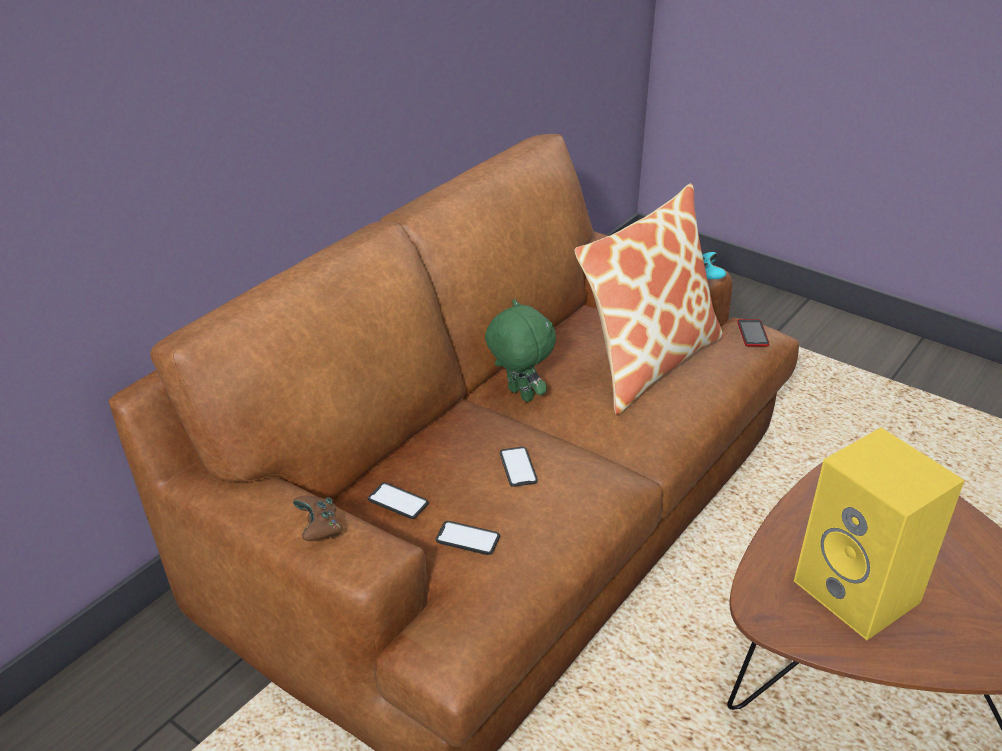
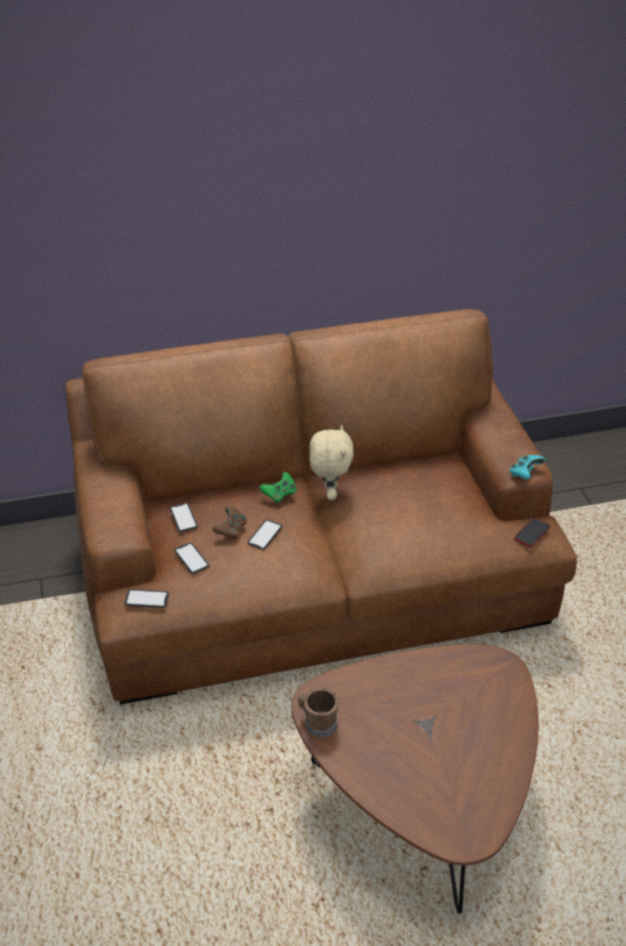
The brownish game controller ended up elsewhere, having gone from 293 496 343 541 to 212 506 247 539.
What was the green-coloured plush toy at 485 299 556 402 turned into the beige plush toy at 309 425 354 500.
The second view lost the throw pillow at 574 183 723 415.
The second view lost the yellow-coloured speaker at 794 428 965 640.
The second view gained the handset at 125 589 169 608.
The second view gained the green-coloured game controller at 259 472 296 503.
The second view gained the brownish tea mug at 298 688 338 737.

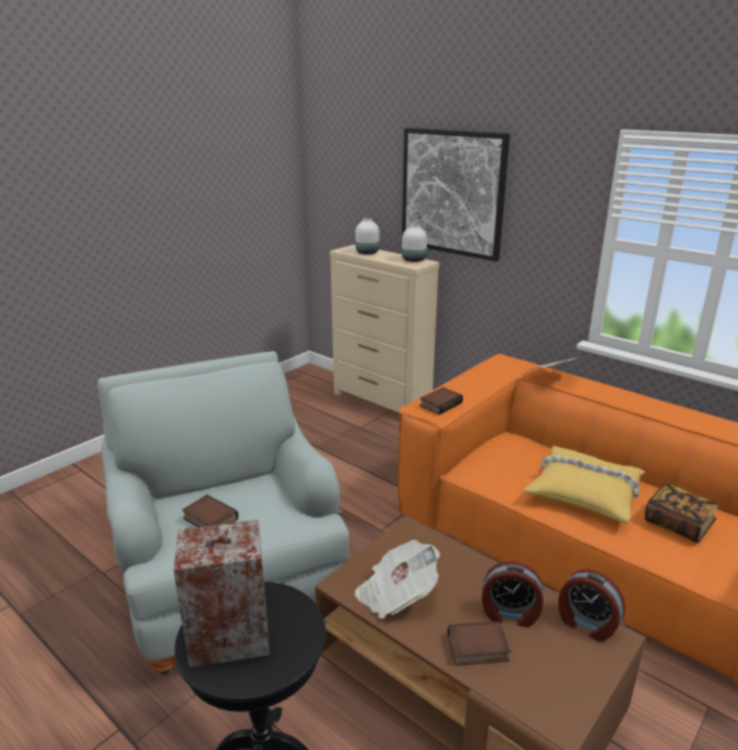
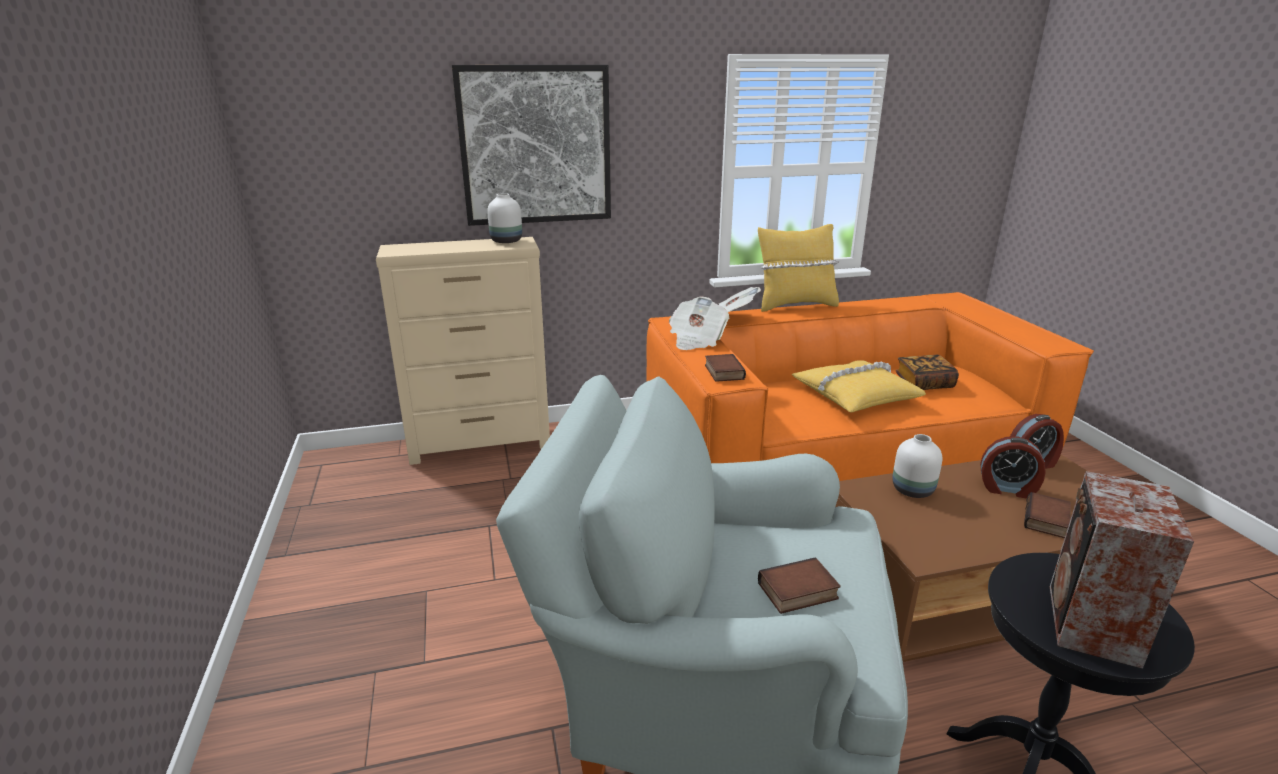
The white-coloured vase ended up elsewhere, having gone from 355 218 379 255 to 892 434 942 498.
The printed paper ended up elsewhere, having gone from 355 540 440 619 to 669 297 729 350.
The table clock at 482 561 543 627 ended up facing another way, 60 degrees clockwise from before.
The second view gained the yellow-coloured throw pillow at 758 224 839 312.

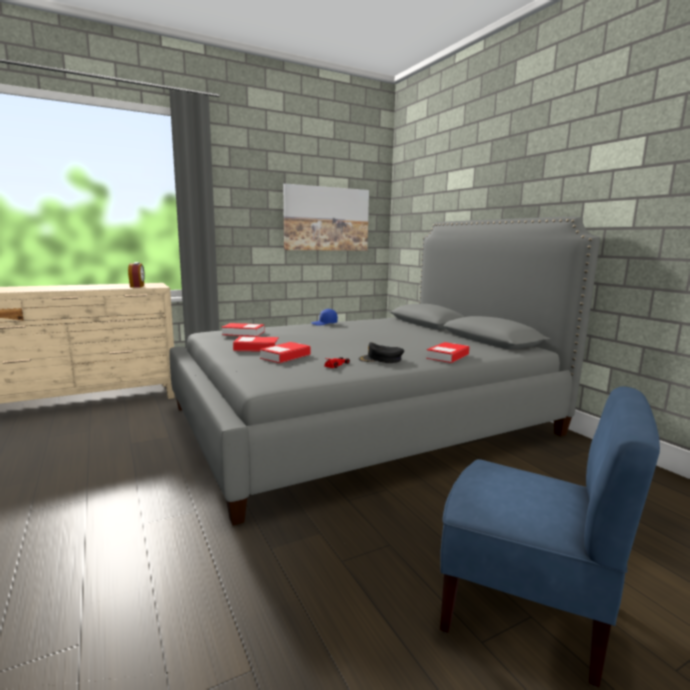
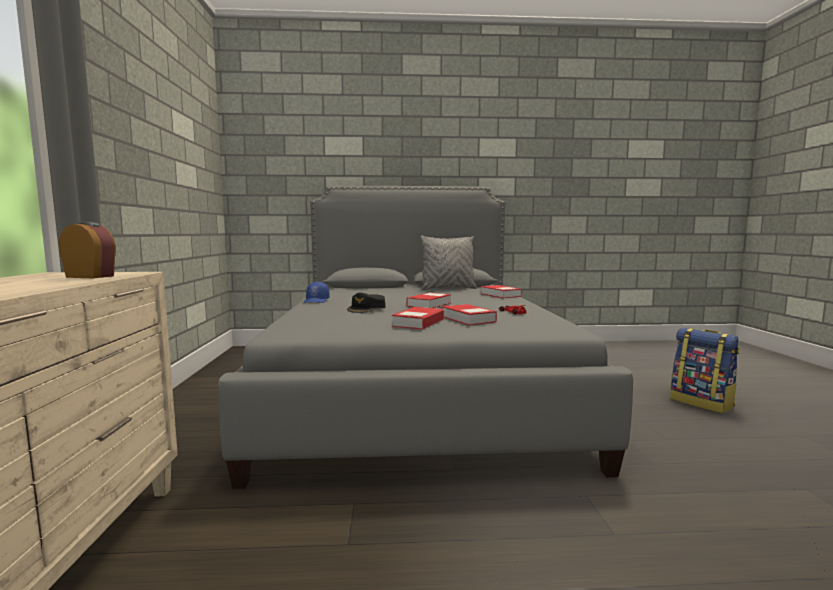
The book ended up elsewhere, having gone from 222 323 264 337 to 406 293 451 308.
The second view lost the wall art at 283 184 369 251.
The black peaked cap ended up elsewhere, having gone from 359 342 404 363 to 347 293 386 313.
Where the bluish plain chair stood at 440 386 660 687, the knapsack came to stand at 670 328 740 413.
The second view gained the gray throw pillow at 420 236 477 290.

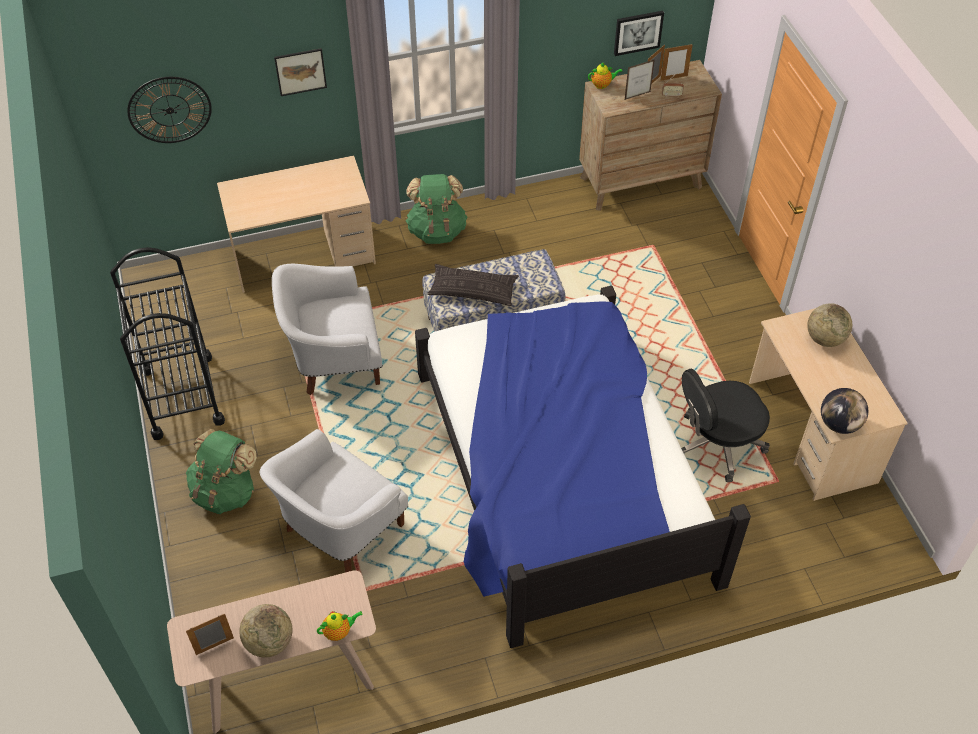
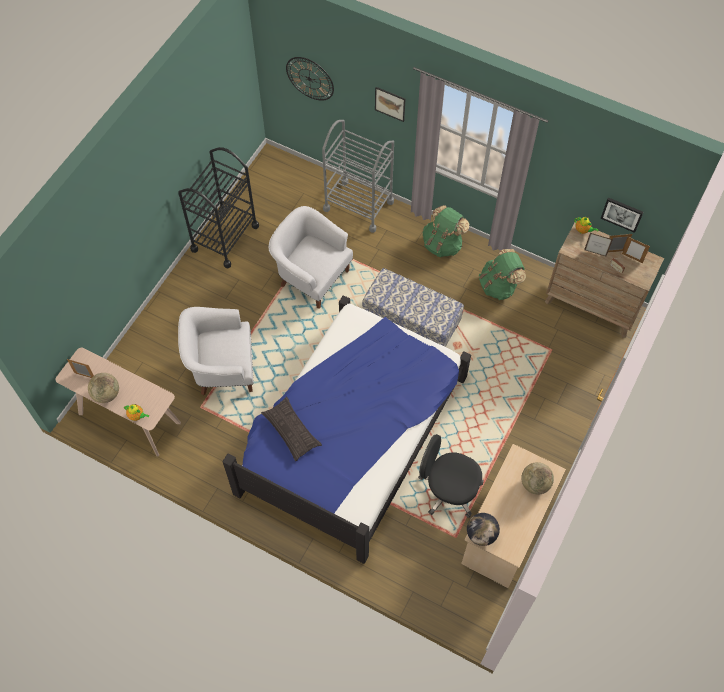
The green-coloured knapsack ended up elsewhere, having gone from 186 429 257 514 to 479 249 526 300.
Where the beige desk table stood at 217 155 376 293, the gray cart came to stand at 322 120 394 233.
The throw pillow ended up elsewhere, having gone from 427 264 519 306 to 261 396 322 461.

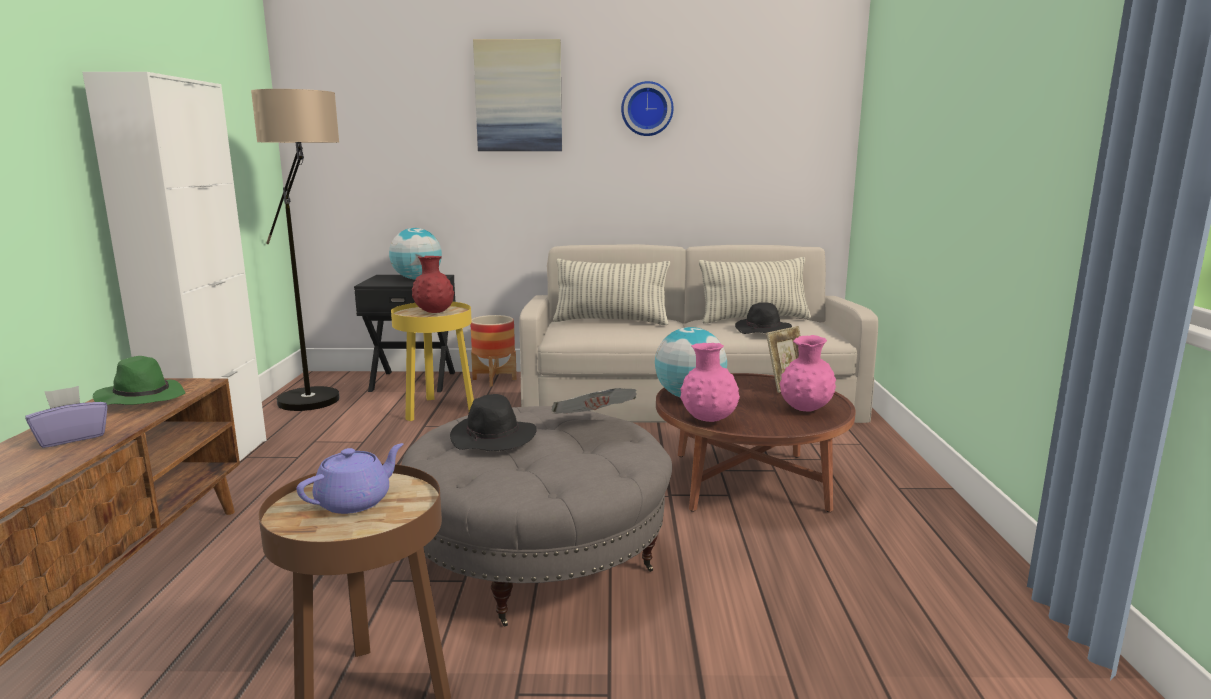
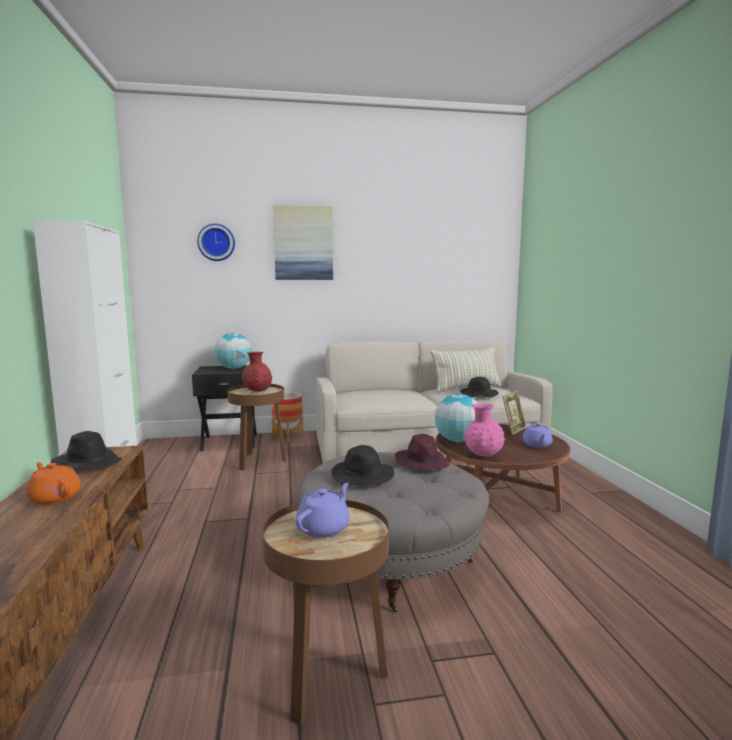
Where the purple-coloured tissue holder stood at 25 386 108 448, the orange pot for tea came to stand at 26 462 81 505.
What was the green-coloured clothing hat at 93 356 186 405 turned into the black clothing hat at 51 431 122 469.
The second view lost the standing lamp at 251 89 339 411.
What was the yellow-coloured end table at 391 302 474 421 turned into the brownish end table at 228 384 286 470.
Where the printed paper stood at 551 388 637 414, the purple-coloured clothing hat came to stand at 395 434 449 469.
The second view lost the throw pillow at 553 259 670 325.
The hanging clock ended up elsewhere, having gone from 621 81 674 136 to 197 224 235 261.
Where the pink-coloured vase stood at 780 335 836 412, the purple-coloured pot for tea came to stand at 522 423 552 448.

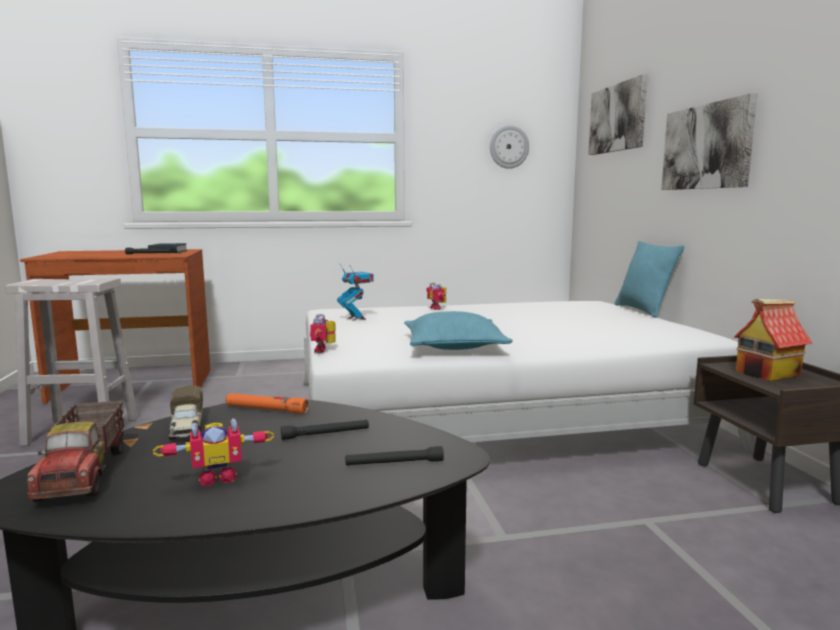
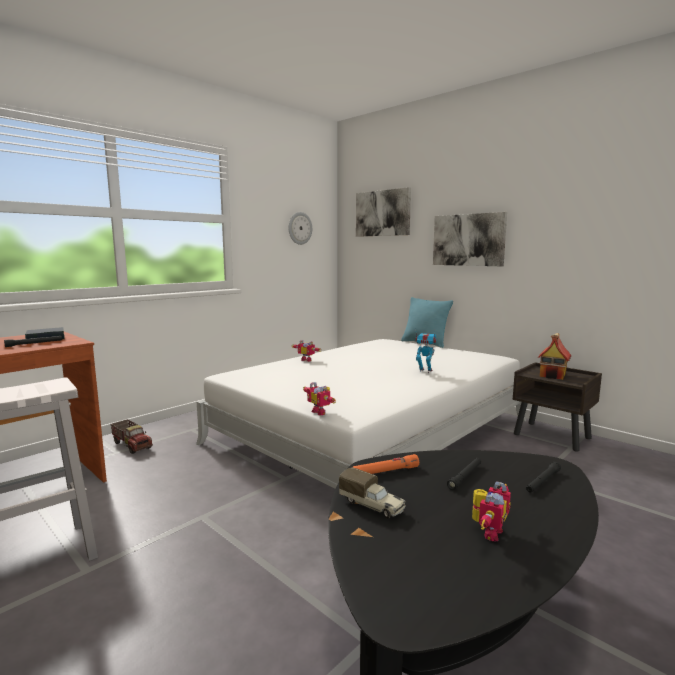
The model truck ended up elsewhere, having gone from 27 400 124 502 to 110 419 153 454.
The robot figure ended up elsewhere, having gone from 337 264 374 321 to 415 333 437 373.
The second view lost the turquoise-coloured throw pillow at 404 311 513 350.

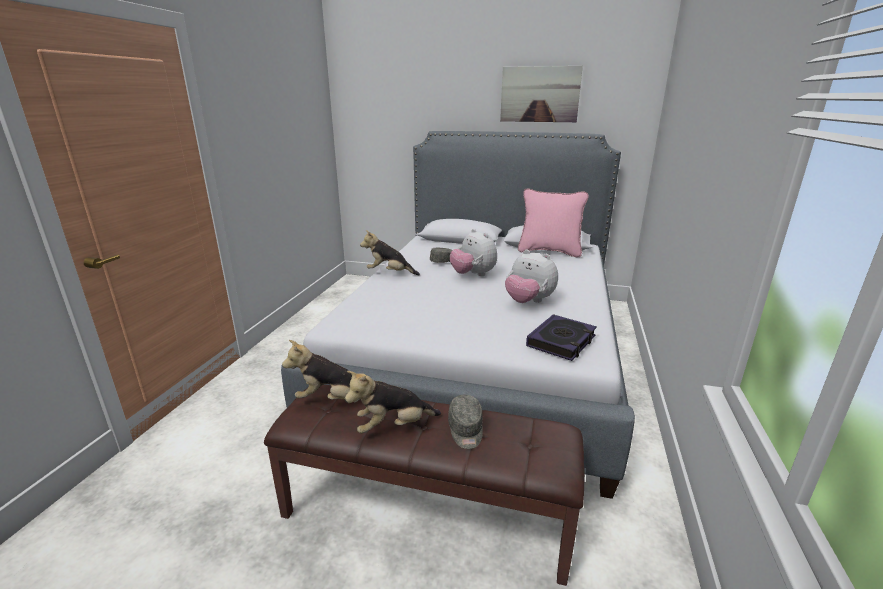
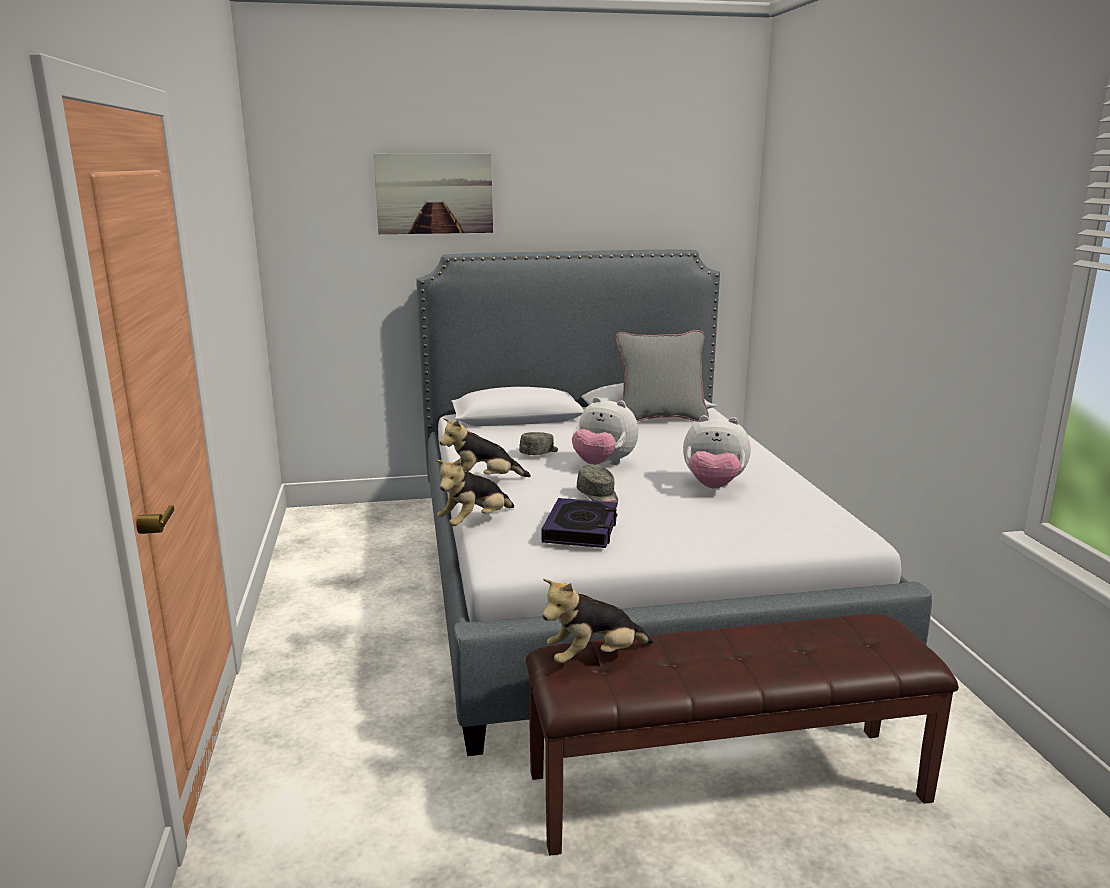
The plush toy ended up elsewhere, having gone from 345 371 441 433 to 436 458 514 526.
The gray peaked cap ended up elsewhere, having gone from 448 395 483 449 to 577 465 618 502.
The wall art ended up elsewhere, having gone from 500 66 583 122 to 374 154 493 234.
What was the pink-coloured throw pillow at 518 188 589 257 turned into the gray throw pillow at 615 330 709 422.
The book ended up elsewhere, having gone from 526 314 597 361 to 541 498 618 548.

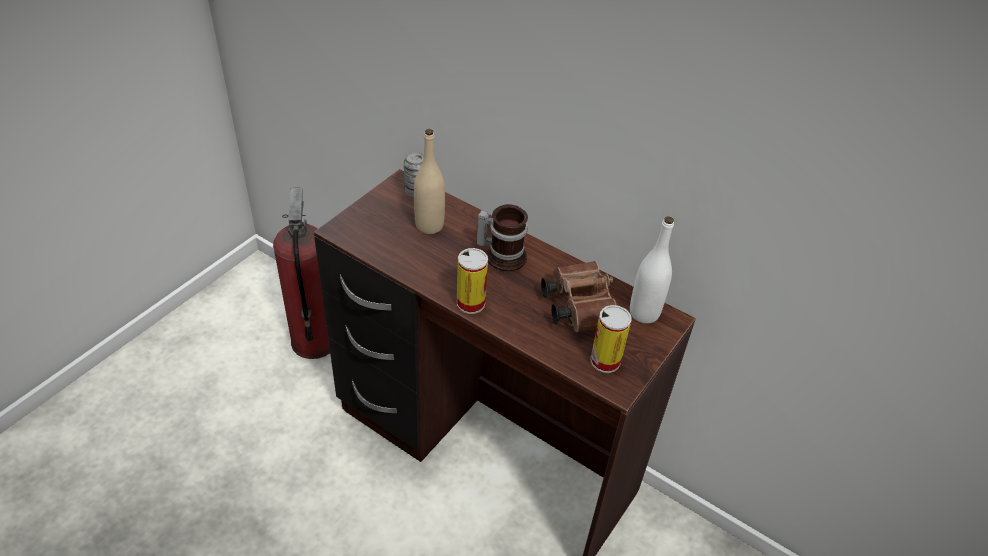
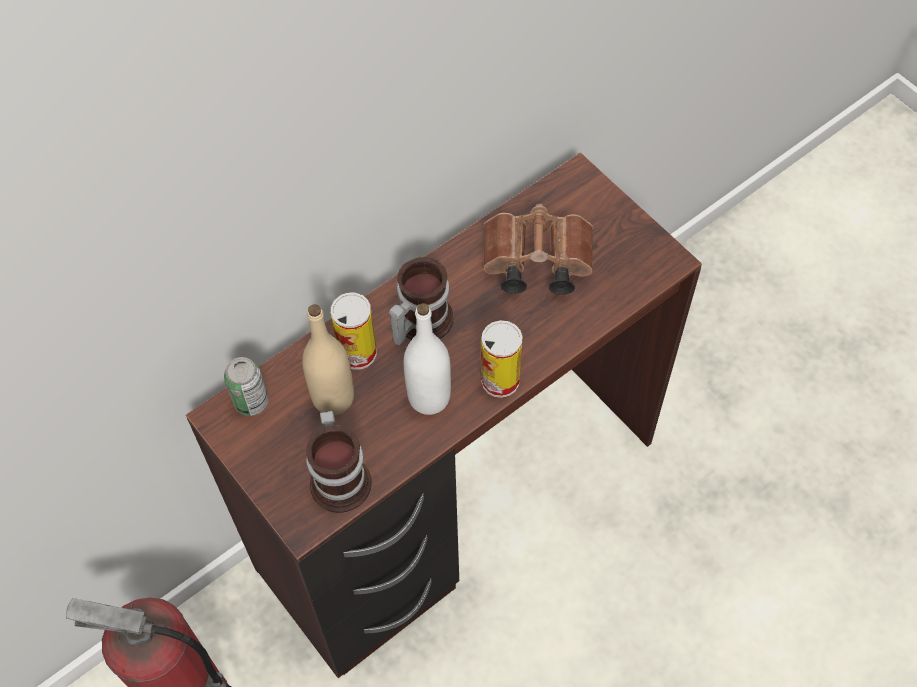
The can ended up elsewhere, having gone from 591 305 631 373 to 331 293 377 370.
The white-coloured bottle ended up elsewhere, having gone from 630 216 674 323 to 404 303 451 415.
The second view gained the tea mug at 306 411 372 513.

